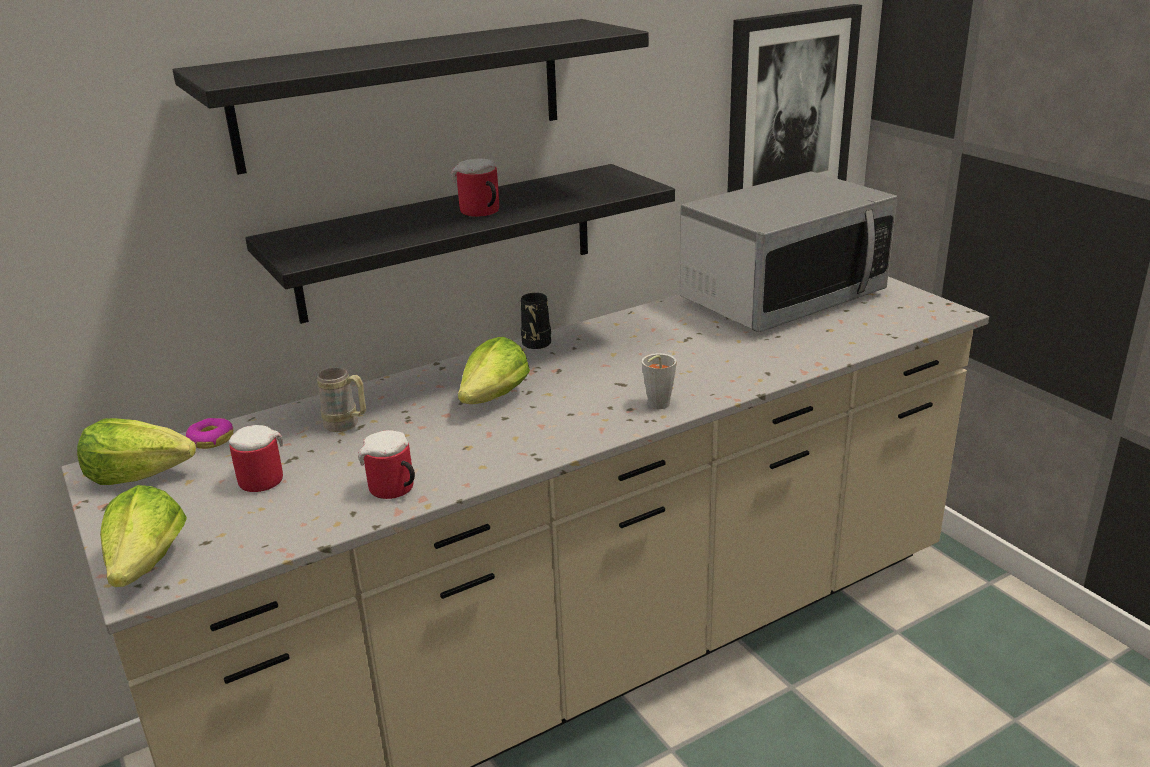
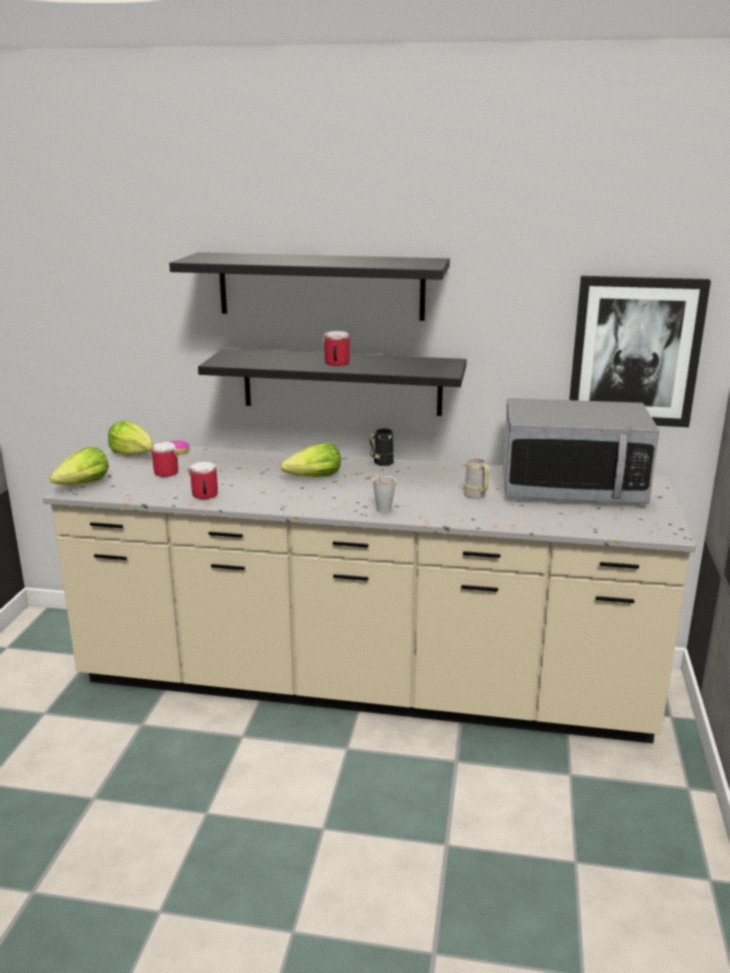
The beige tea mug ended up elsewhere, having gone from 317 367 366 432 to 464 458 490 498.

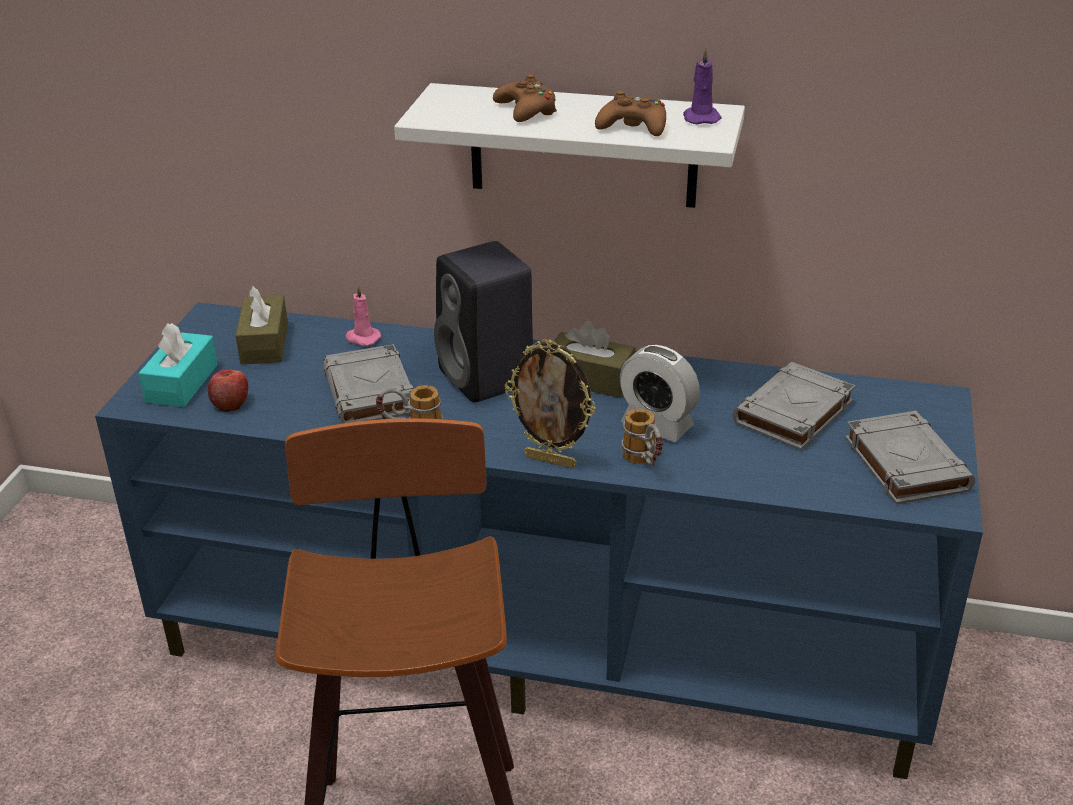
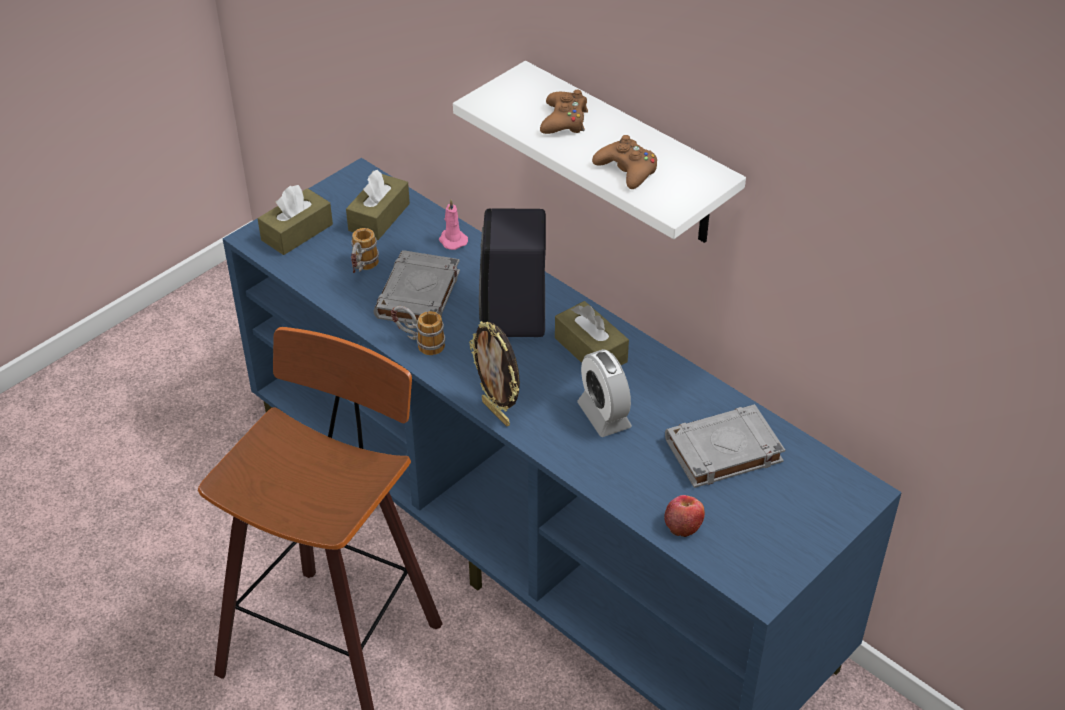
What was the turquoise-coloured tissue holder at 138 323 218 407 turned into the brownish tissue holder at 258 185 333 255.
The whole apple ended up elsewhere, having gone from 208 370 248 412 to 664 495 705 537.
The tea mug ended up elsewhere, having gone from 621 409 663 466 to 351 228 379 273.
The second view lost the purple-coloured candle at 683 47 721 124.
The second view lost the gray book at 845 411 975 504.

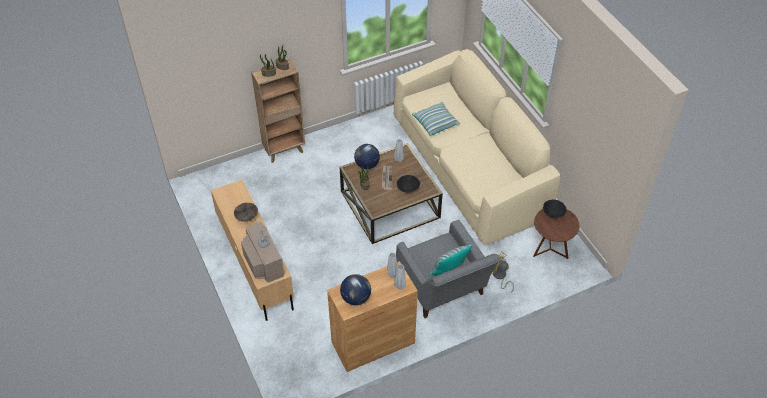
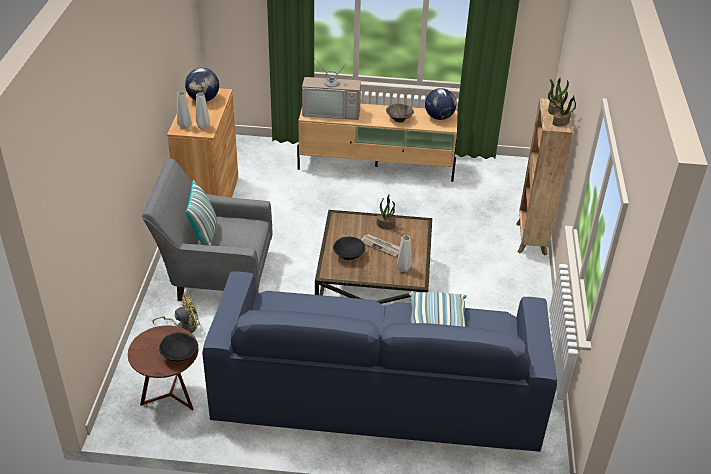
The desk globe ended up elsewhere, having gone from 354 144 380 169 to 425 88 456 120.
What was the beige settee at 394 49 560 246 turned into the bluish settee at 202 271 557 452.

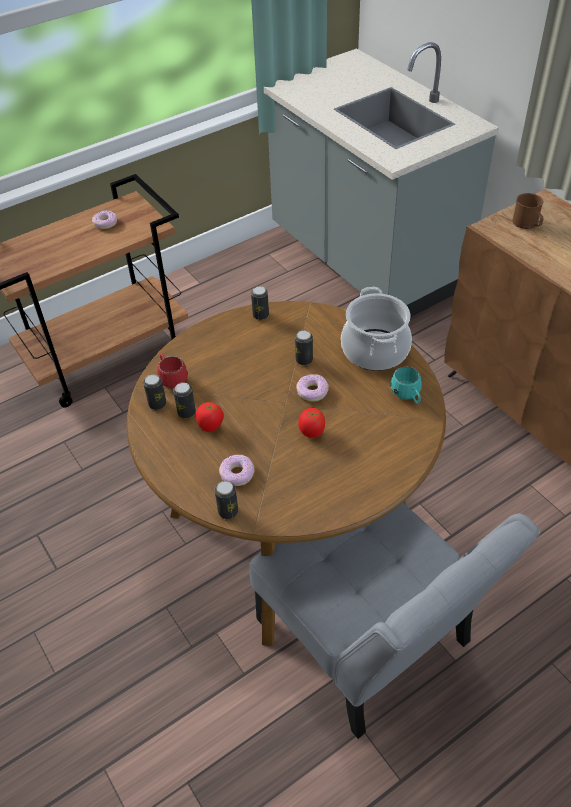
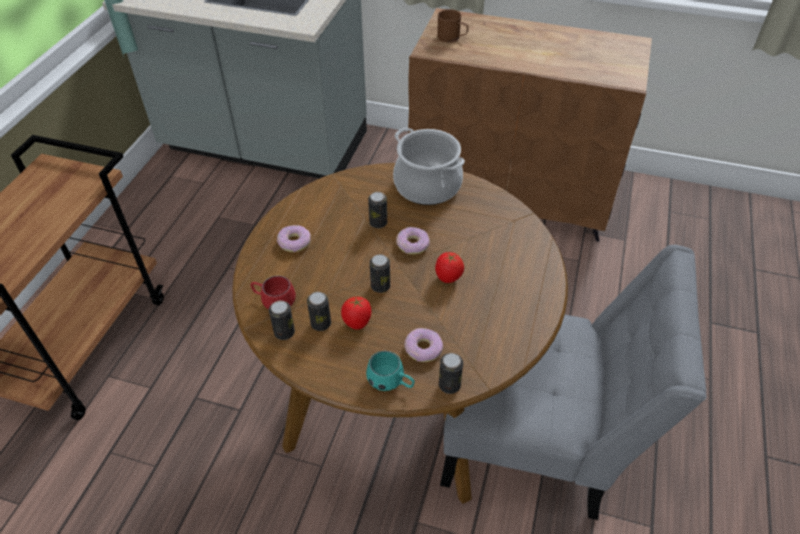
The donut ended up elsewhere, having gone from 92 210 117 229 to 277 225 311 252.
The can ended up elsewhere, having gone from 251 286 269 320 to 370 254 390 293.
The turquoise-coloured tea mug ended up elsewhere, having gone from 390 367 422 404 to 366 351 415 391.

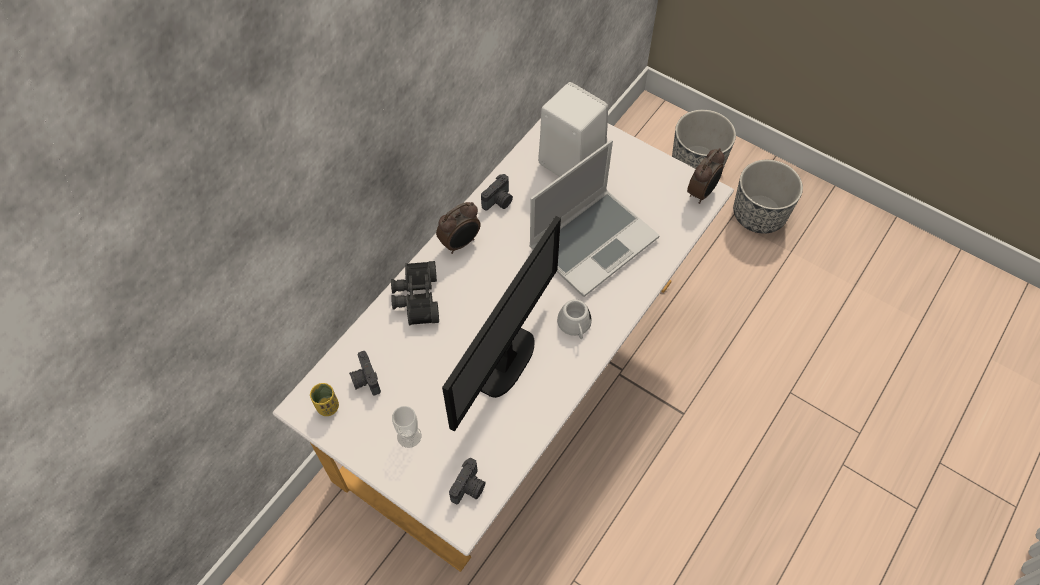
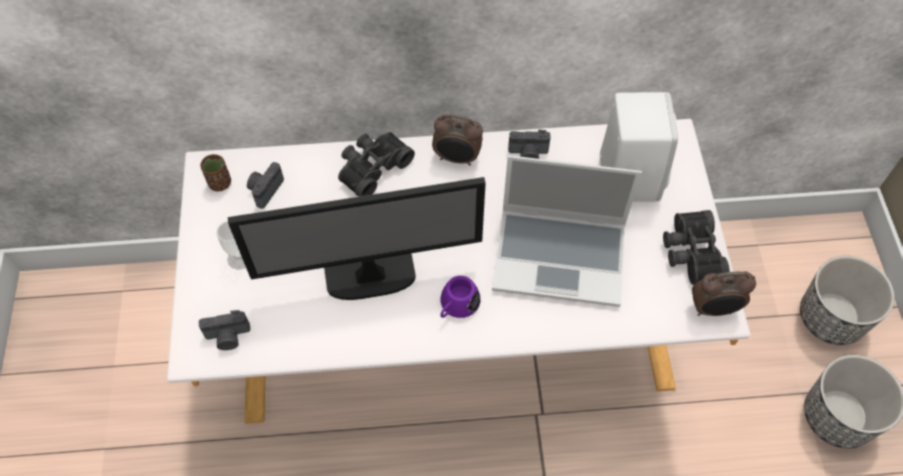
What was the yellow-coloured drinking cup at 310 383 339 416 turned into the brownish drinking cup at 200 154 231 191.
What was the white-coloured tea mug at 557 299 592 339 turned into the purple-coloured tea mug at 441 276 480 318.
The second view gained the black field glasses at 663 210 730 285.

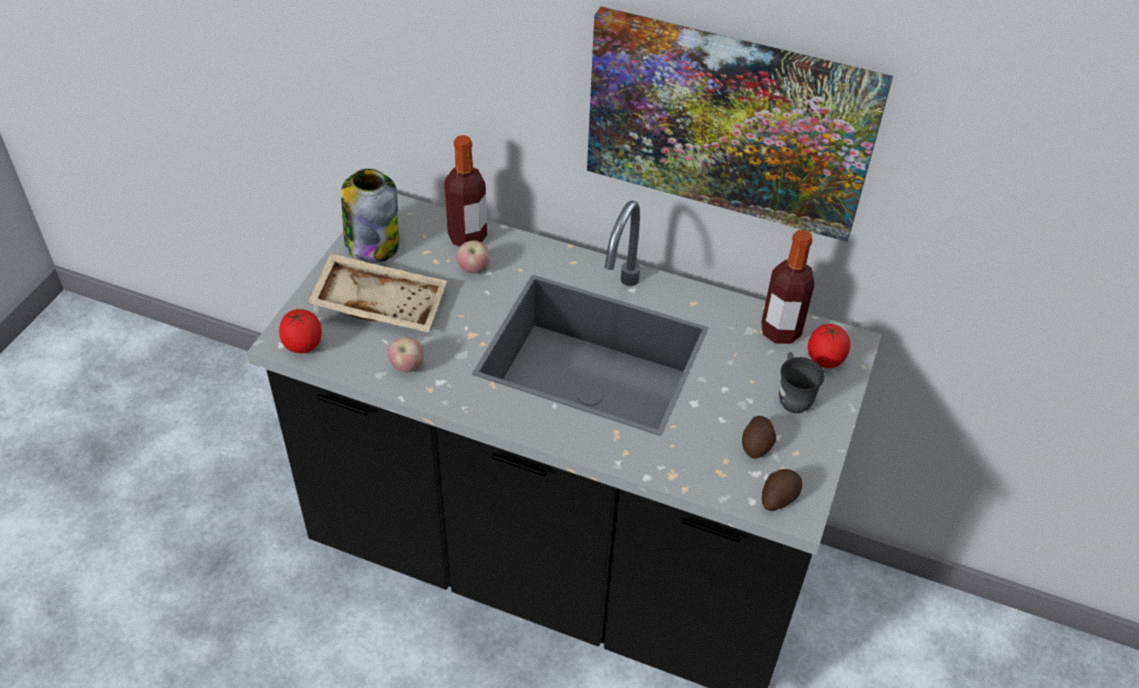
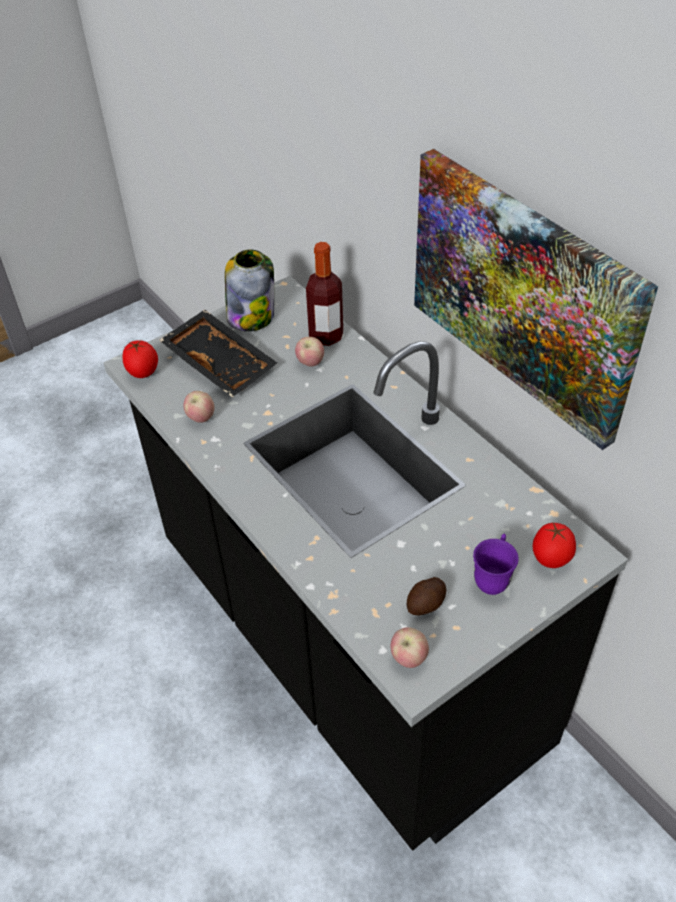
What was the beige carrying tray at 308 253 447 333 turned into the black carrying tray at 159 310 277 397.
The second view lost the bottle at 761 230 815 344.
Where the spud stood at 762 469 802 511, the whole apple came to stand at 390 627 429 668.
What was the gray tea mug at 779 352 825 413 turned into the purple-coloured tea mug at 473 534 519 595.

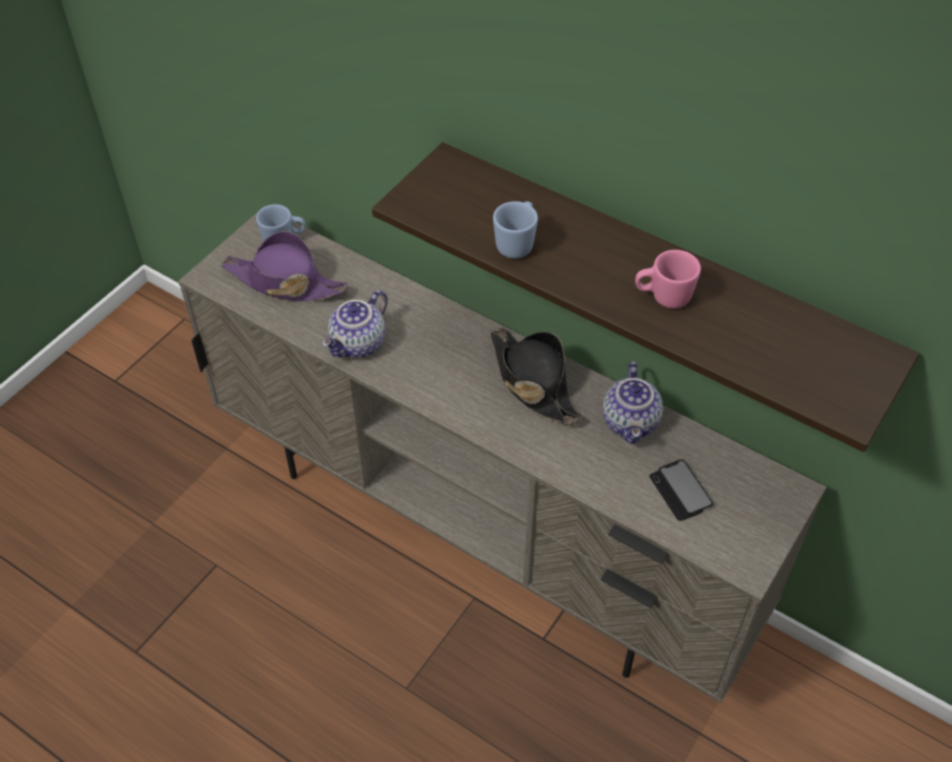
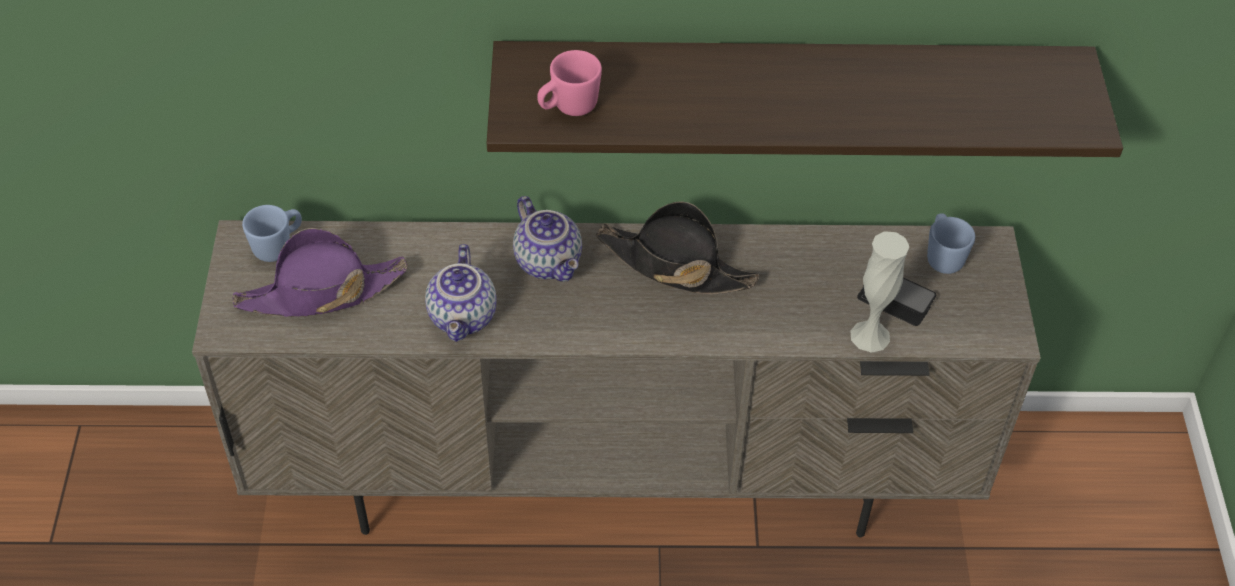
The bluish tea mug ended up elsewhere, having gone from 493 201 538 259 to 927 213 975 274.
The pot for tea ended up elsewhere, having gone from 602 361 663 444 to 513 196 582 282.
The pink-coloured tea mug ended up elsewhere, having gone from 635 250 701 309 to 537 50 602 116.
The second view gained the white-coloured vase at 850 231 909 353.

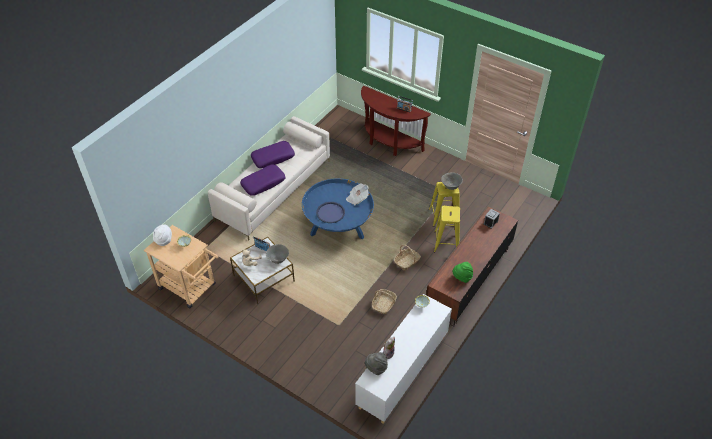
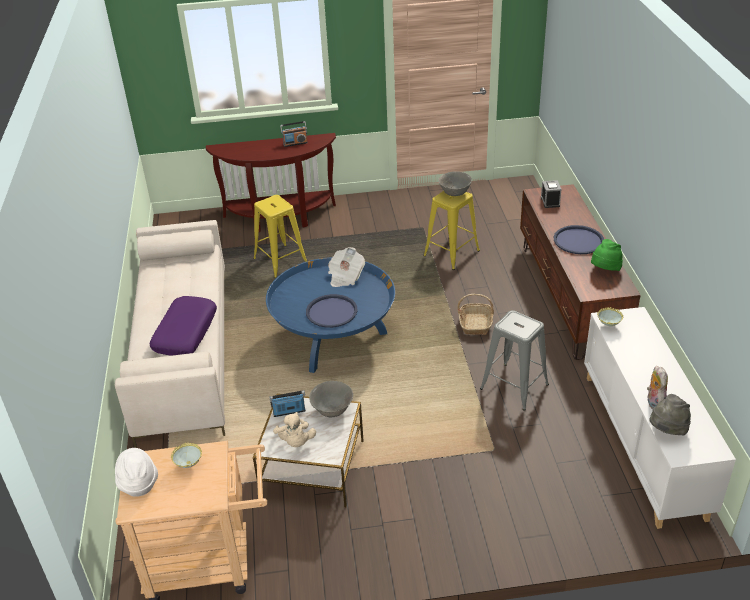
The second view lost the purple-coloured throw pillow at 251 141 295 168.
Where the basket stood at 372 289 397 314, the gray stool came to stand at 480 310 549 411.
The yellow-coloured stool ended up elsewhere, having gone from 434 206 460 252 to 253 195 307 278.
The second view gained the bluish carrying tray at 554 225 604 254.

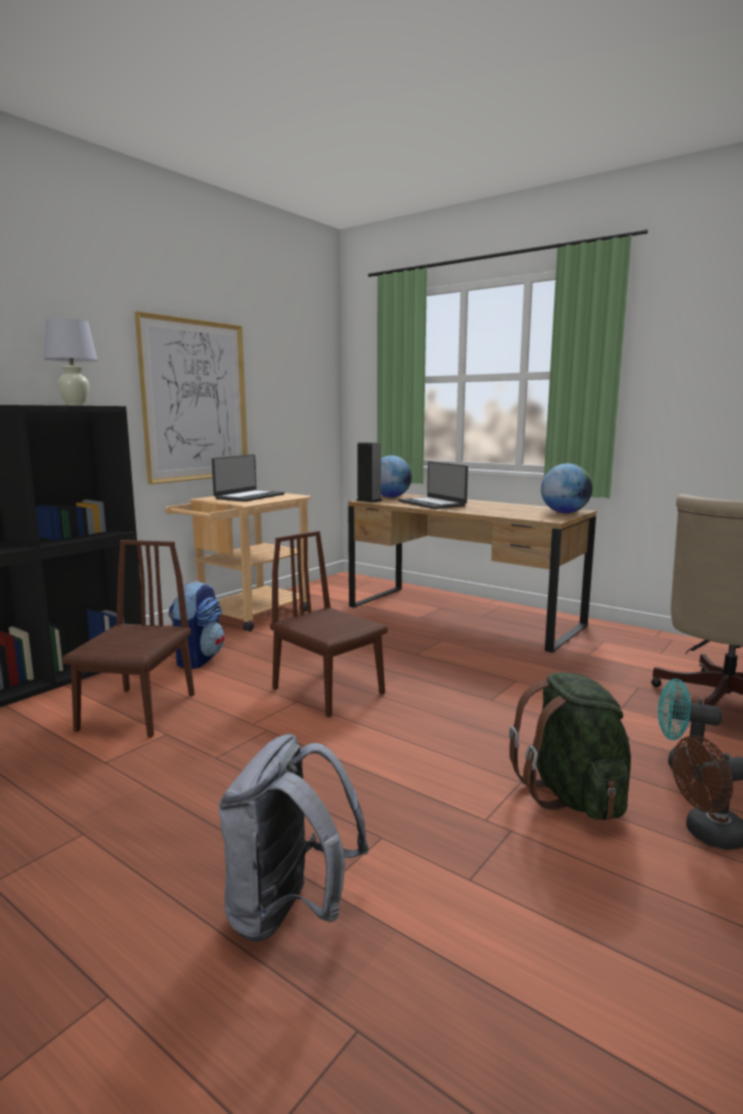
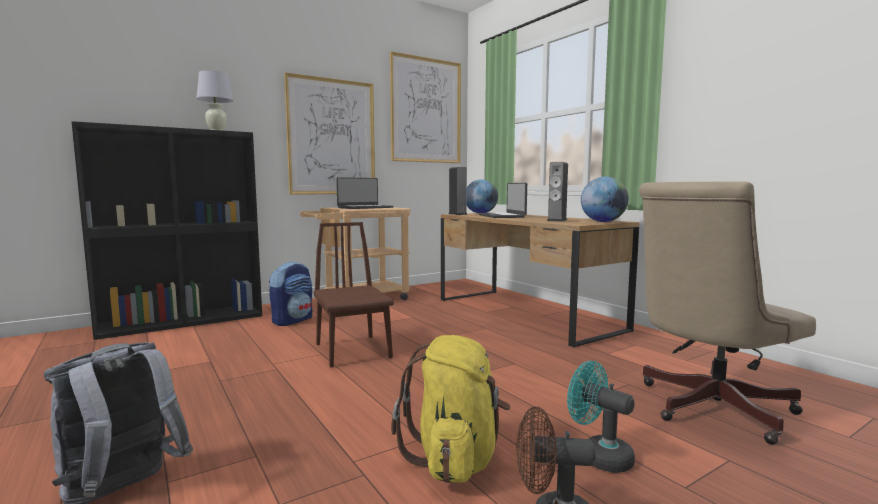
The second view lost the brownish plain chair at 63 540 195 738.
What was the green-coloured knapsack at 509 672 631 821 turned into the yellow-coloured knapsack at 391 335 510 483.
The second view gained the wall art at 390 51 461 163.
The second view gained the speaker at 547 162 568 222.

